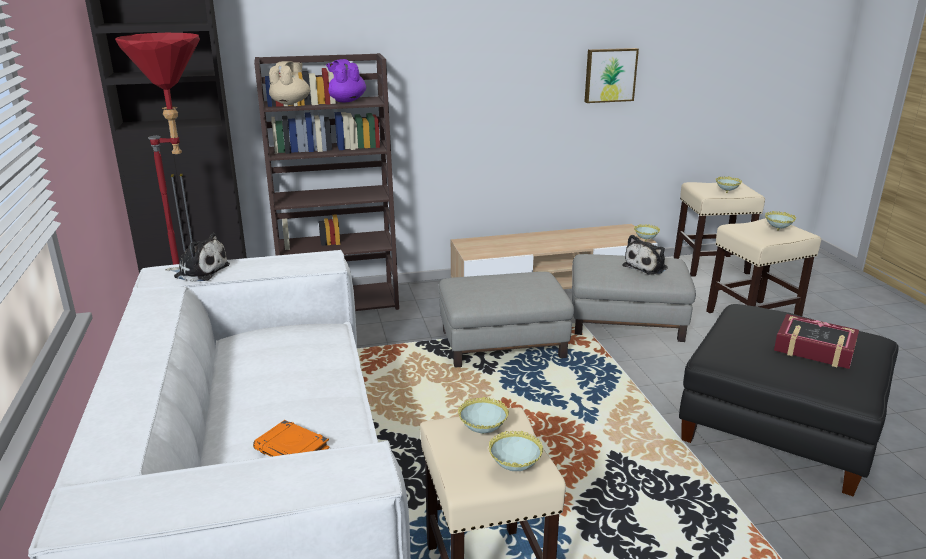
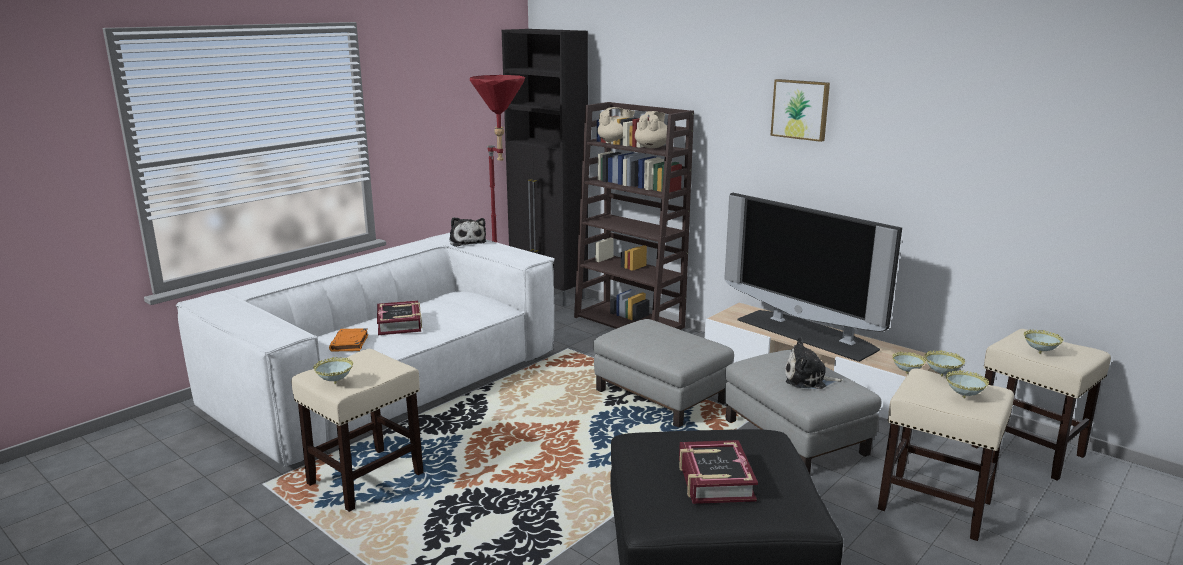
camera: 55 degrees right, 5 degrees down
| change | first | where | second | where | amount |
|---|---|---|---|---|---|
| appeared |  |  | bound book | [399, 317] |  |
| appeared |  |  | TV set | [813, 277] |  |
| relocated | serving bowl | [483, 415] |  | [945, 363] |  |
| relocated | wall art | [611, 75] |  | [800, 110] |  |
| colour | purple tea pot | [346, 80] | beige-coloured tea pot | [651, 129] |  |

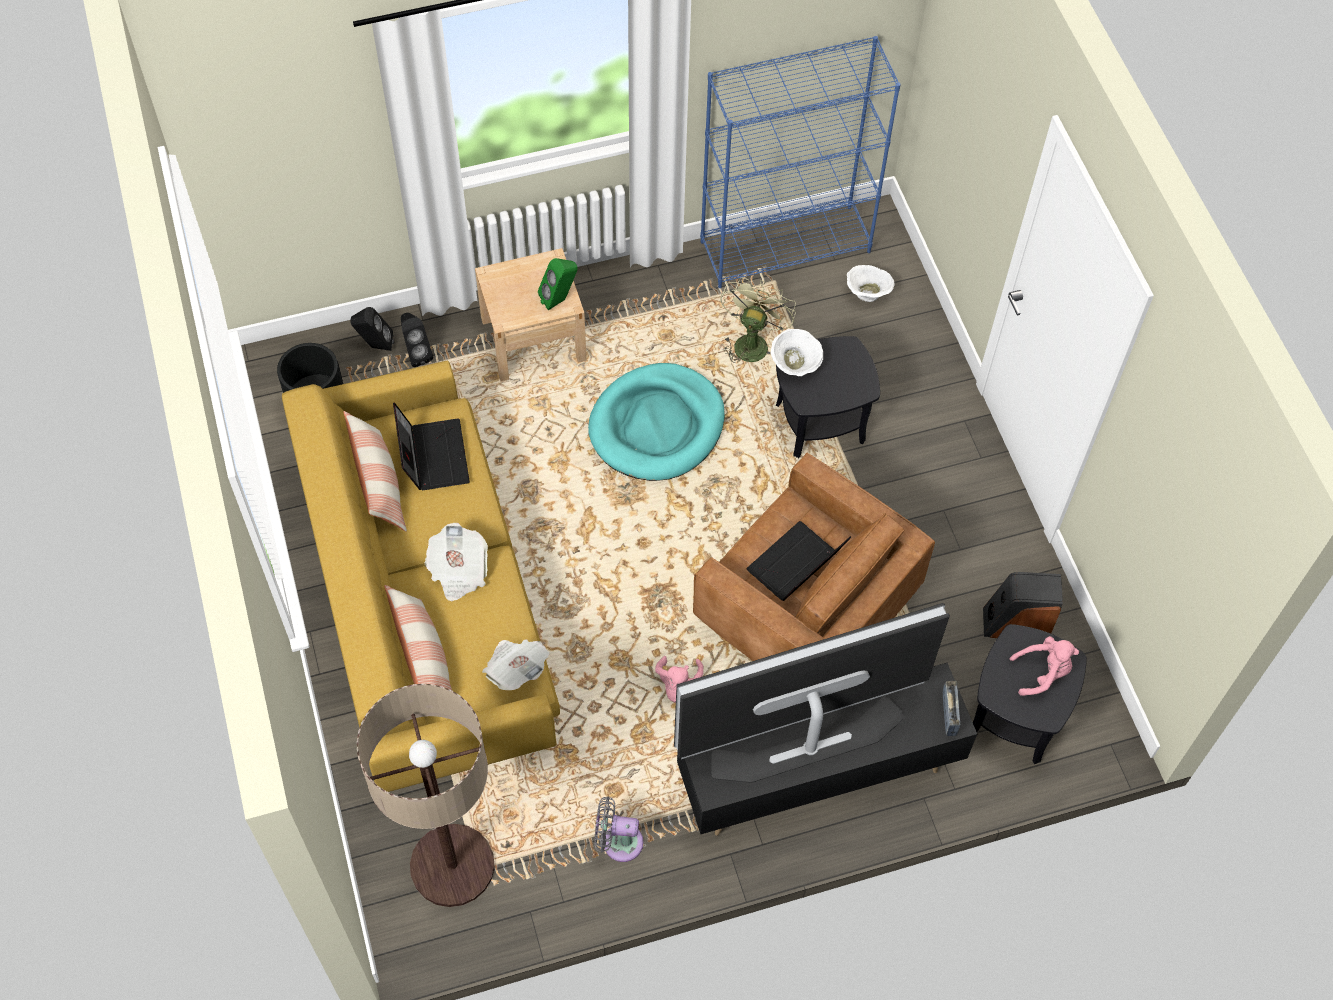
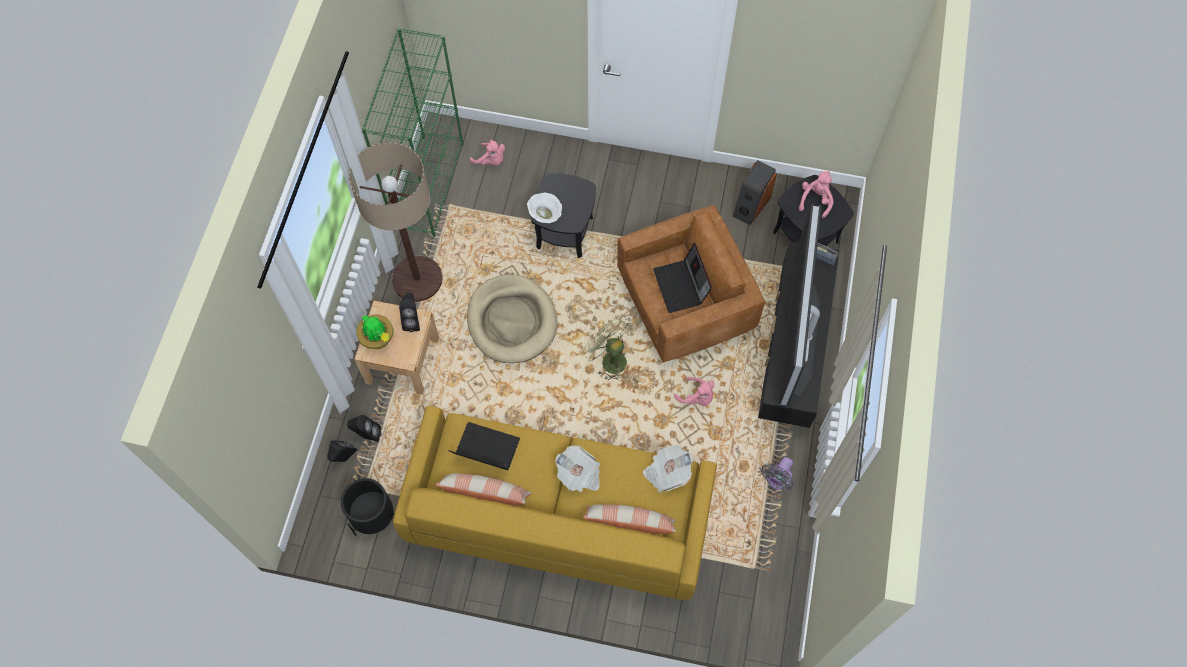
camera: 60 degrees left, 5 degrees up
| change | first | where | second | where | amount |
|---|---|---|---|---|---|
| appeared |  |  | potted plant | [374, 331] |  |
| relocated | floor lamp | [426, 795] |  | [396, 222] |  |
| relocated | green-coloured cooling fan | [758, 322] |  | [607, 348] |  |
| exchanged | white serving bowl | [870, 283] | pinkish soft toy | [487, 152] |  |
| colour | green-coloured audio speaker | [557, 284] | black audio speaker | [409, 312] |  |
| colour | blue-green dog bed | [656, 422] | beige-coloured dog bed | [512, 318] |  |
| colour | blue-coloured shelving unit | [800, 162] | green-coloured shelving unit | [413, 132] |  |

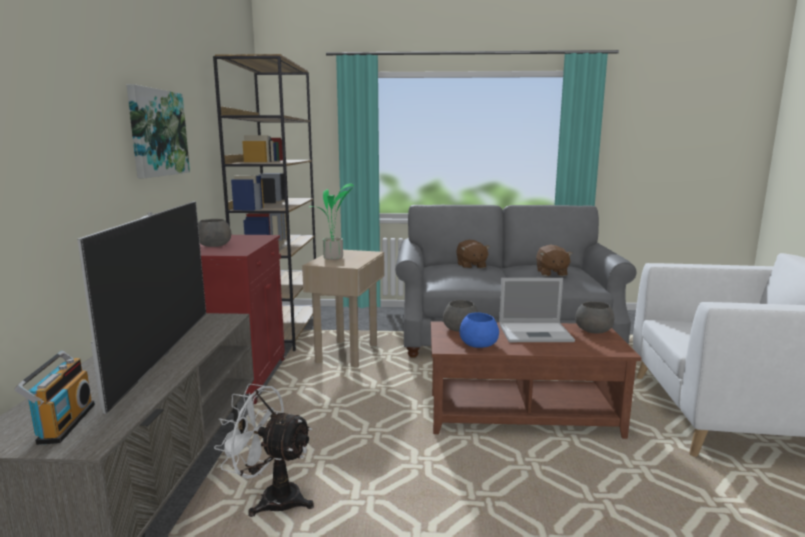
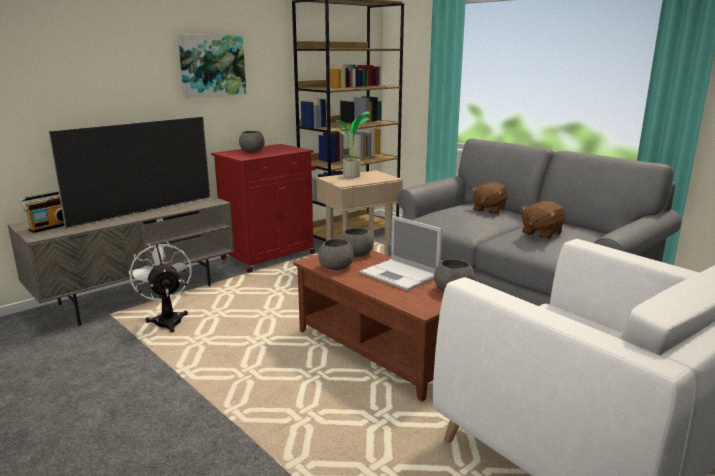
camera: 45 degrees right, 5 degrees up
| change | first | where | second | where | amount |
|---|---|---|---|---|---|
| colour | blue-coloured serving bowl | [479, 330] | grey serving bowl | [336, 254] |  |

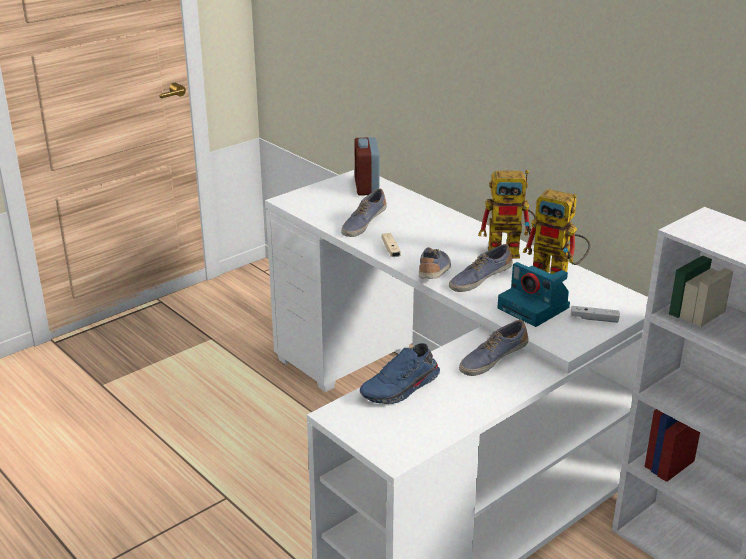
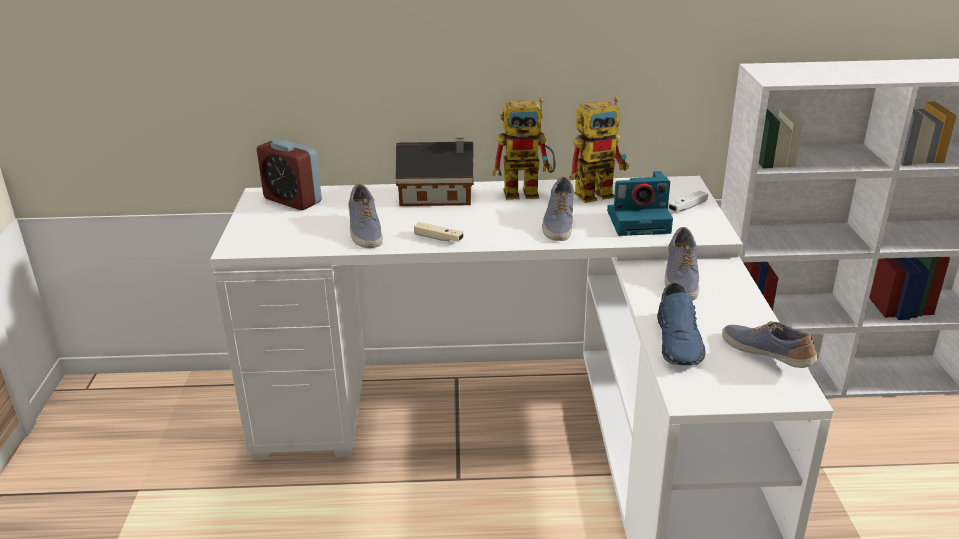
camera: 50 degrees left, 0 degrees up
| change | first | where | second | where | amount |
|---|---|---|---|---|---|
| appeared |  |  | toy house | [435, 172] |  |
| relocated | item of footwear | [435, 263] |  | [769, 344] |  |
| spun | robot figure | [507, 214] |  | [524, 149] | 45 degrees clockwise |

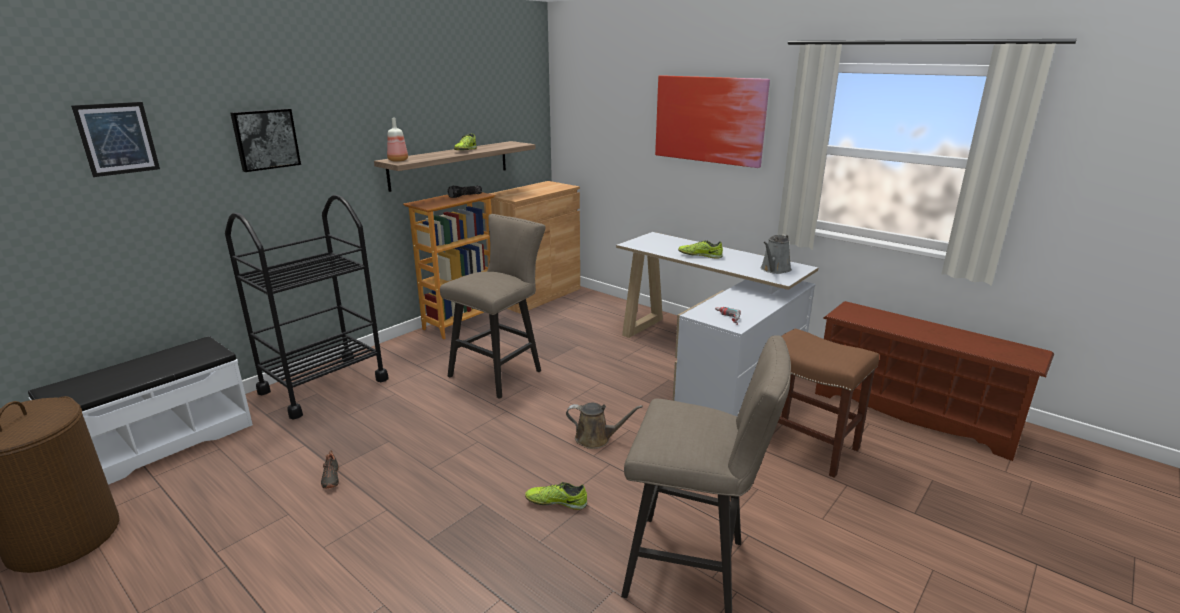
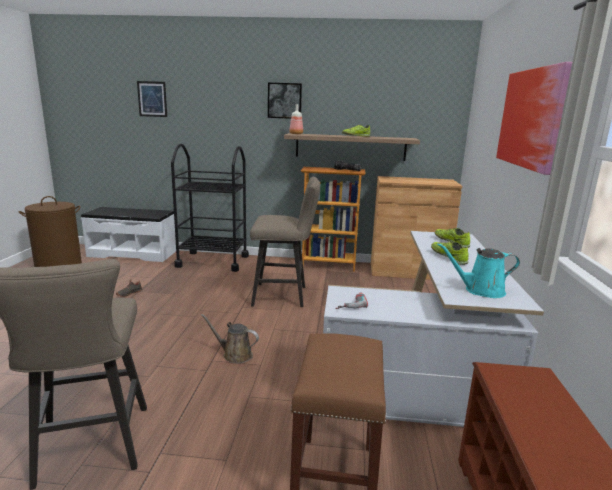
camera: 55 degrees right, 5 degrees down
| change | first | where | second | where | amount |
|---|---|---|---|---|---|
| relocated | wall art | [265, 140] |  | [285, 101] |  |
| relocated | item of footwear | [556, 496] |  | [452, 238] |  |
| colour | grey watering can | [776, 254] | blue-green watering can | [478, 270] |  |
| spun | brown-coloured watering can | [604, 426] |  | [230, 339] | 135 degrees clockwise |

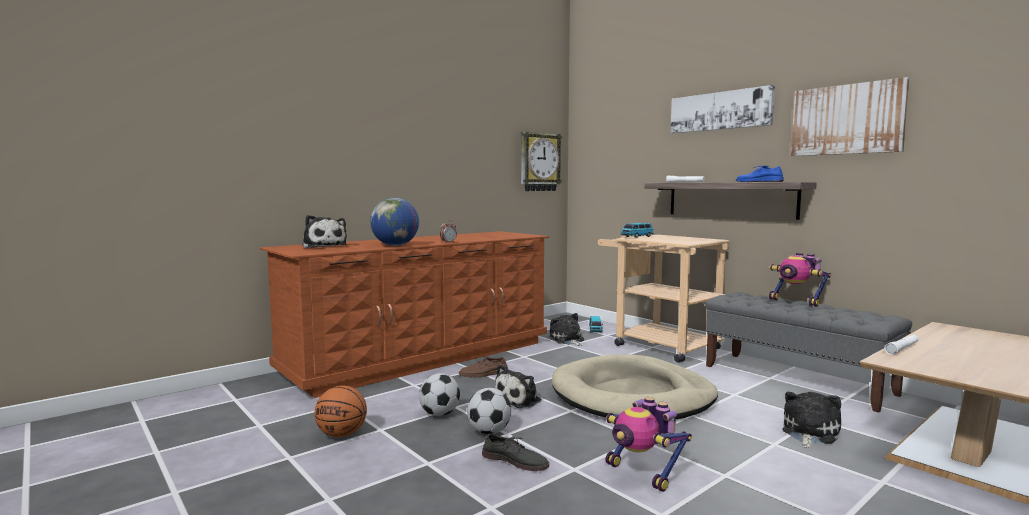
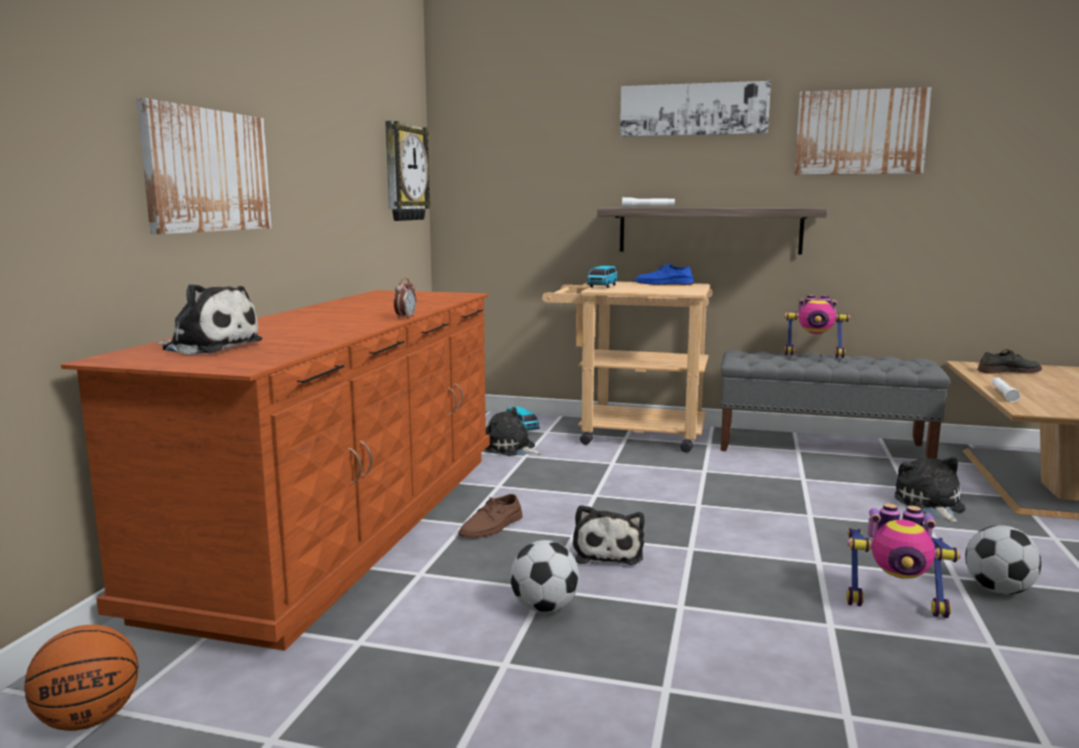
camera: 35 degrees left, 5 degrees up
| change | first | where | second | where | amount |
|---|---|---|---|---|---|
| missing | world globe | [394, 222] |  |  |  |
| missing | beige-coloured dog bed | [635, 387] |  |  |  |
| appeared |  |  | wall art | [203, 166] |  |
| relocated | basketball ball | [341, 411] |  | [81, 678] |  |
| relocated | football | [489, 411] |  | [1003, 560] |  |
| relocated | grey item of footwear | [515, 452] |  | [1009, 361] |  |
| relocated | blue-coloured item of footwear | [760, 173] |  | [664, 274] |  |

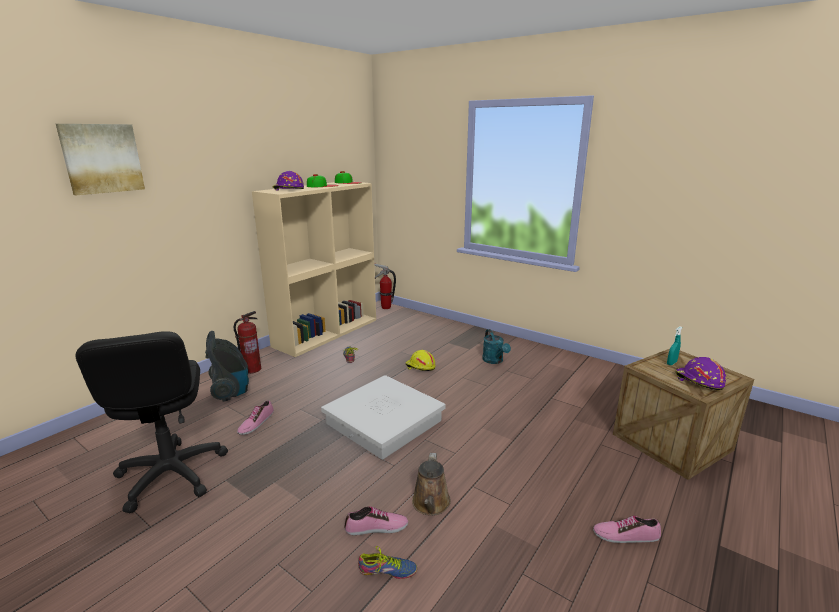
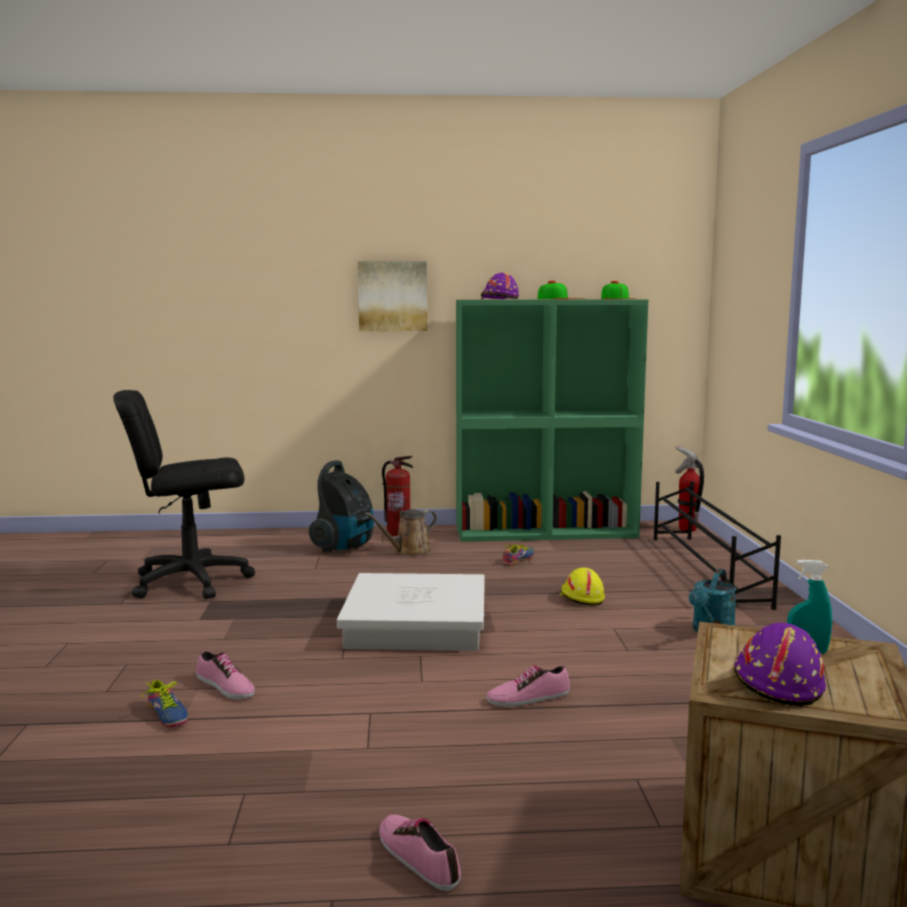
camera: 50 degrees right, 10 degrees down
| change | first | where | second | where | amount |
|---|---|---|---|---|---|
| appeared |  |  | black shoe stand | [717, 545] |  |
| relocated | wall art | [100, 159] |  | [392, 296] |  |
| relocated | item of footwear | [255, 417] |  | [528, 686] |  |
| relocated | brown-coloured watering can | [431, 484] |  | [401, 532] |  |
| colour | beige-coloured shelving unit | [314, 269] | green-coloured shelving unit | [552, 420] |  |
| spun | black office chair | [151, 422] |  | [184, 494] | 45 degrees clockwise |

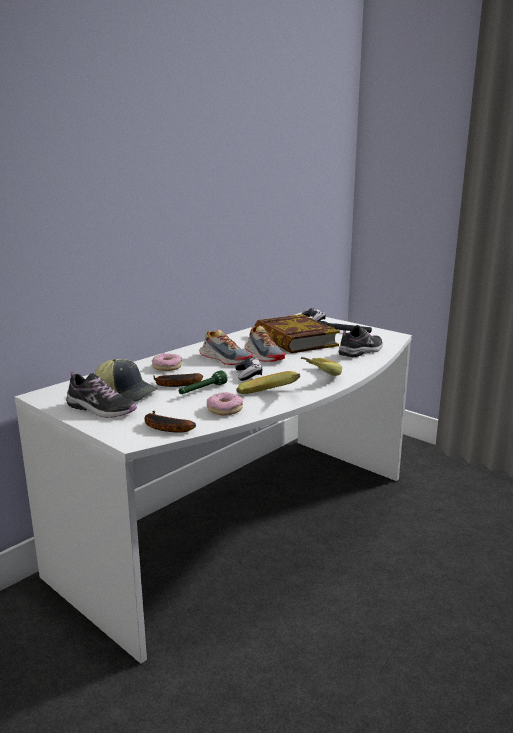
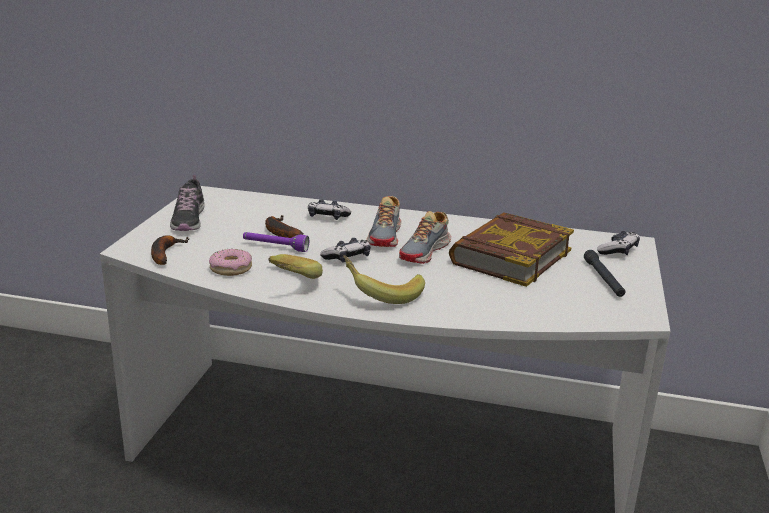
camera: 60 degrees right, 5 degrees up
| change | first | where | second | where | amount |
|---|---|---|---|---|---|
| missing | peaked cap | [126, 380] |  |  |  |
| missing | item of footwear | [361, 341] |  |  |  |
| exchanged | donut | [167, 362] | game controller | [329, 209] |  |
| colour | green-coloured hand torch | [203, 382] | purple hand torch | [276, 242] |  |

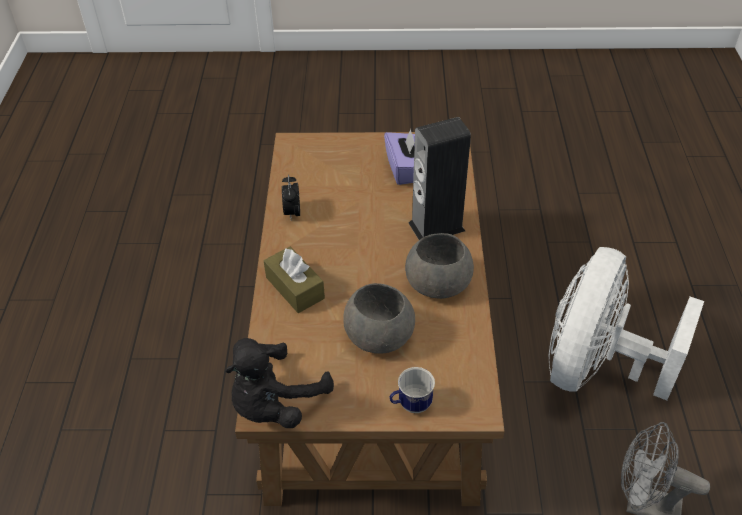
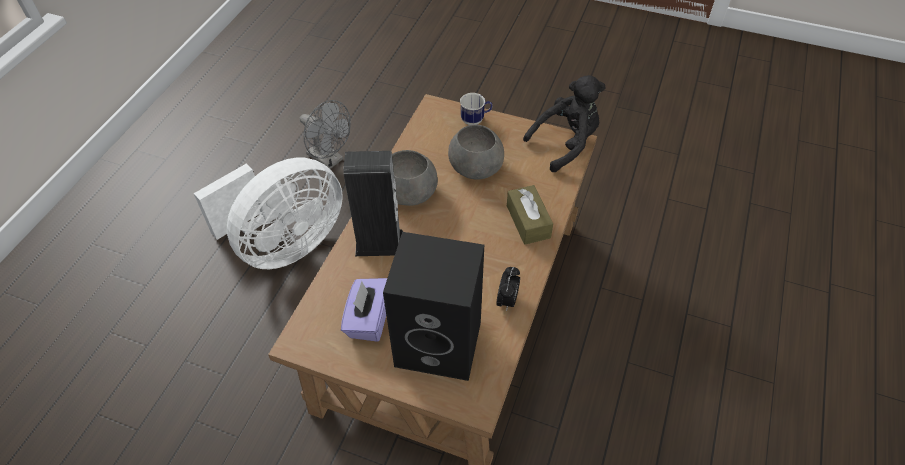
camera: 160 degrees left, 5 degrees up
| change | first | where | second | where | amount |
|---|---|---|---|---|---|
| appeared |  |  | black audio speaker | [433, 306] |  |

